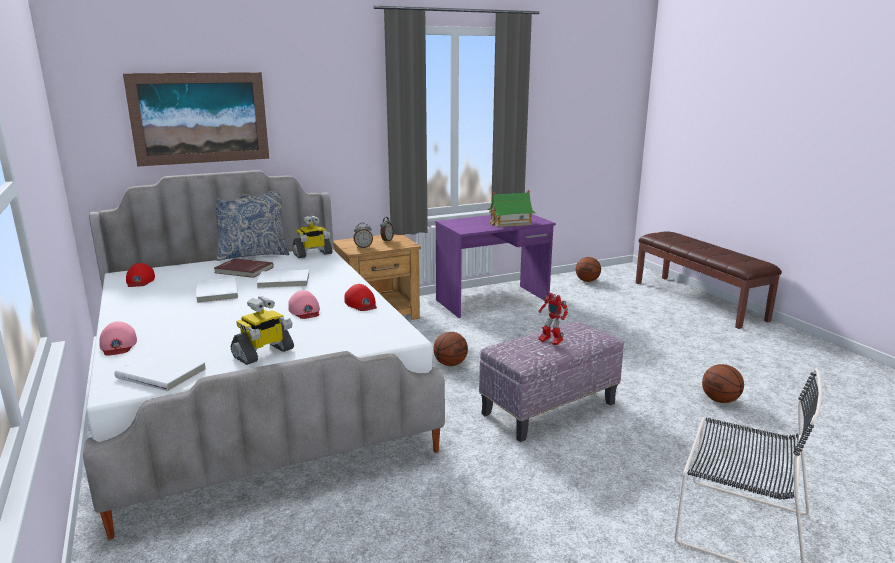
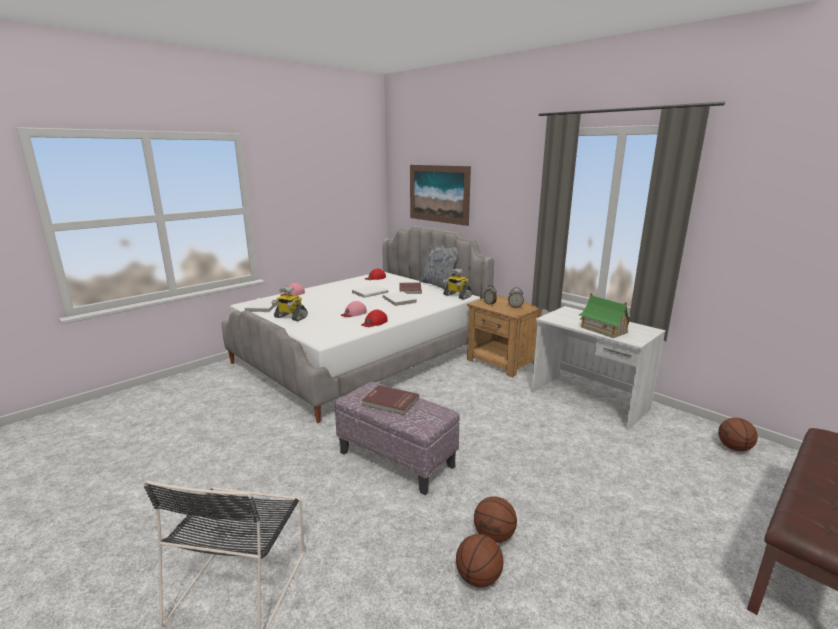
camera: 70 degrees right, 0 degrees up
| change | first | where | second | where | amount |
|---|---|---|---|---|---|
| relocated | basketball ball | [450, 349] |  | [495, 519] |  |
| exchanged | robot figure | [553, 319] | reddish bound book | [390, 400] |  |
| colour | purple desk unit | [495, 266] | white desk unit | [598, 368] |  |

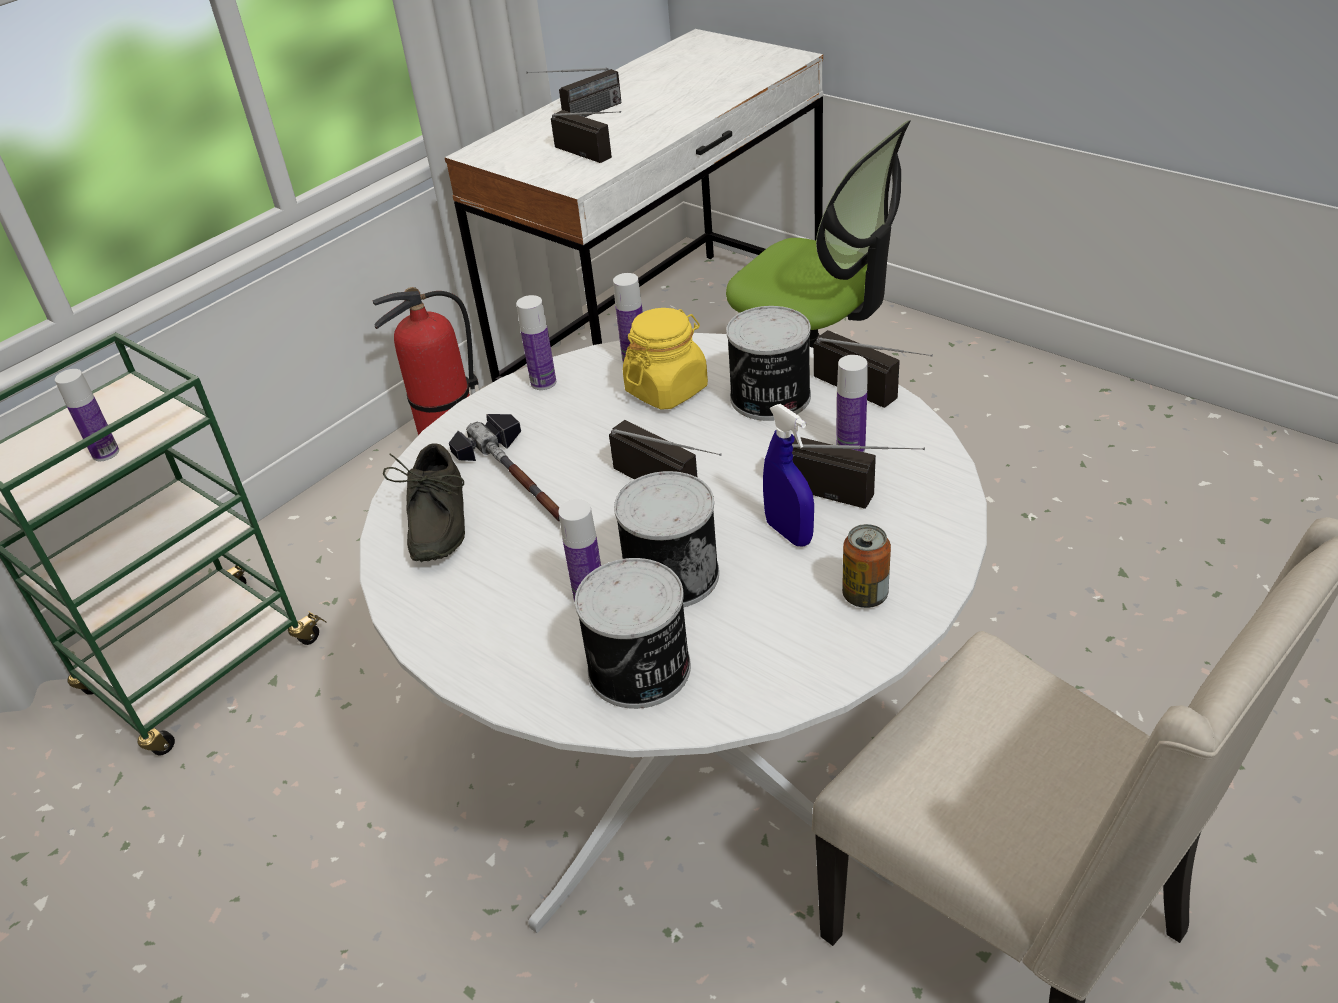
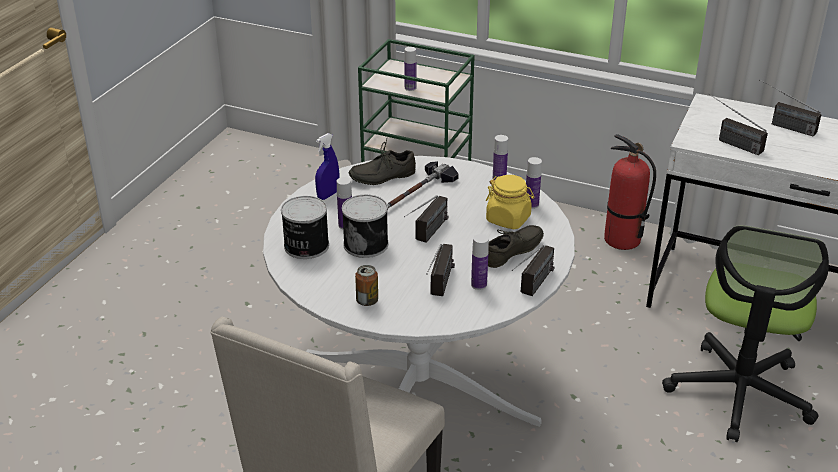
camera: 70 degrees right, 5 degrees down
| change | first | where | second | where | amount |
|---|---|---|---|---|---|
| relocated | blue-coloured hand sprayer | [788, 475] |  | [327, 166] |  |
| exchanged | sealed can | [768, 363] | grey item of footwear | [516, 246] |  |
| spun | radio set | [586, 136] |  | [738, 124] | 105 degrees clockwise |

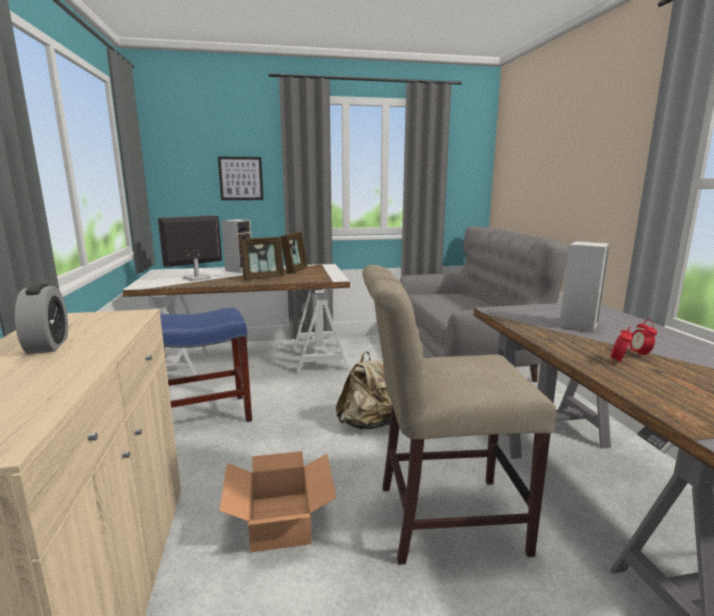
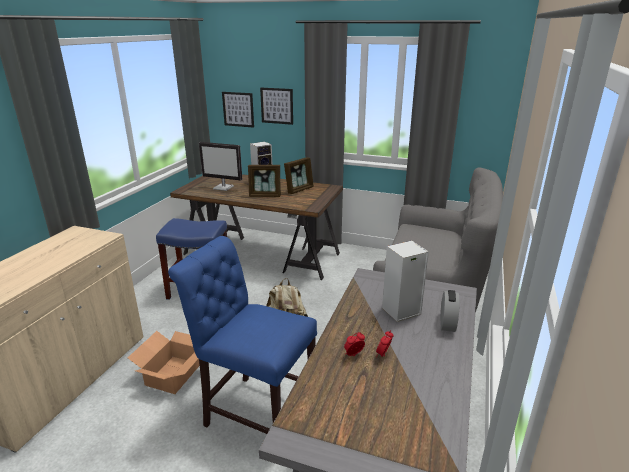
camera: 30 degrees right, 10 degrees up
| change | first | where | second | where | amount |
|---|---|---|---|---|---|
| appeared |  |  | wall art | [238, 110] |  |
| relocated | alarm clock | [41, 319] |  | [450, 311] |  |
| colour | white desk unit | [236, 323] | brown-coloured desk unit | [256, 227] |  |
| colour | beige-coloured chair | [459, 415] | blue-coloured chair | [242, 335] |  |
| spun | monitor | [190, 248] |  | [220, 166] | 150 degrees counterclockwise |

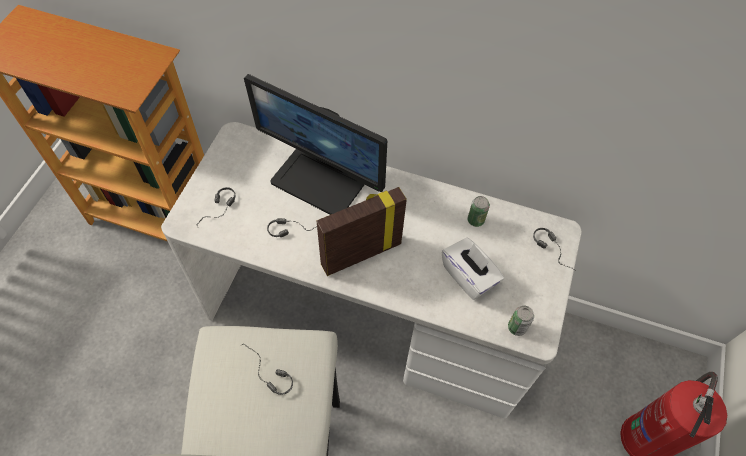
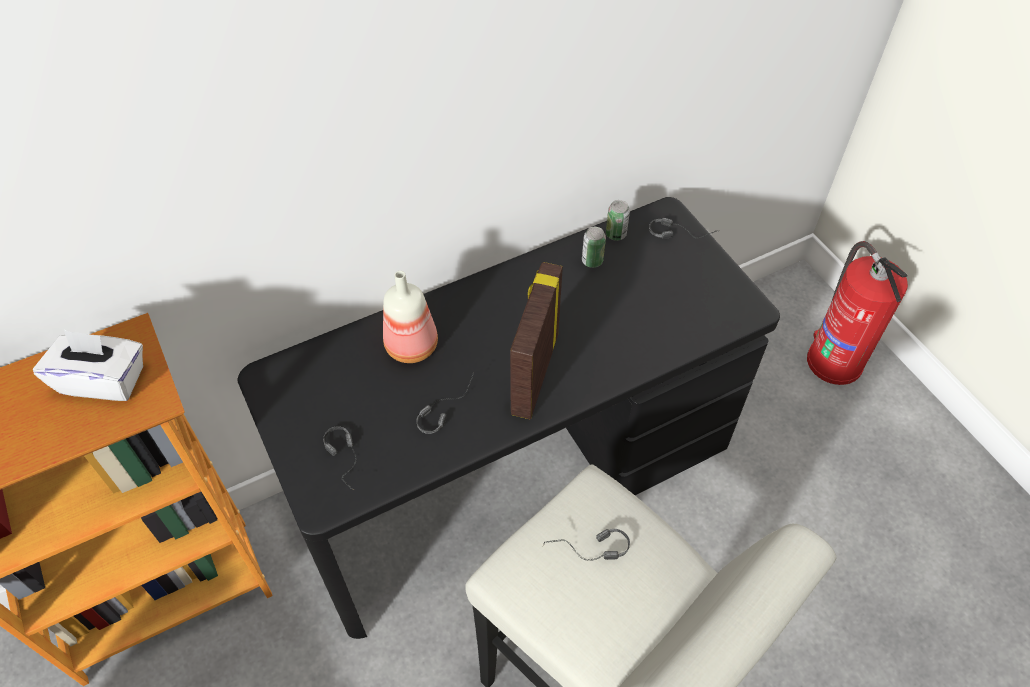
camera: 45 degrees left, 5 degrees down
| change | first | where | second | where | amount |
|---|---|---|---|---|---|
| relocated | white tissue box | [473, 269] |  | [88, 365] |  |
| relocated | sealed can | [521, 321] |  | [618, 220] |  |
| exchanged | monitor | [315, 144] | drink bottle | [410, 317] |  |
| colour | white desk unit | [371, 270] | black desk unit | [508, 418] |  |

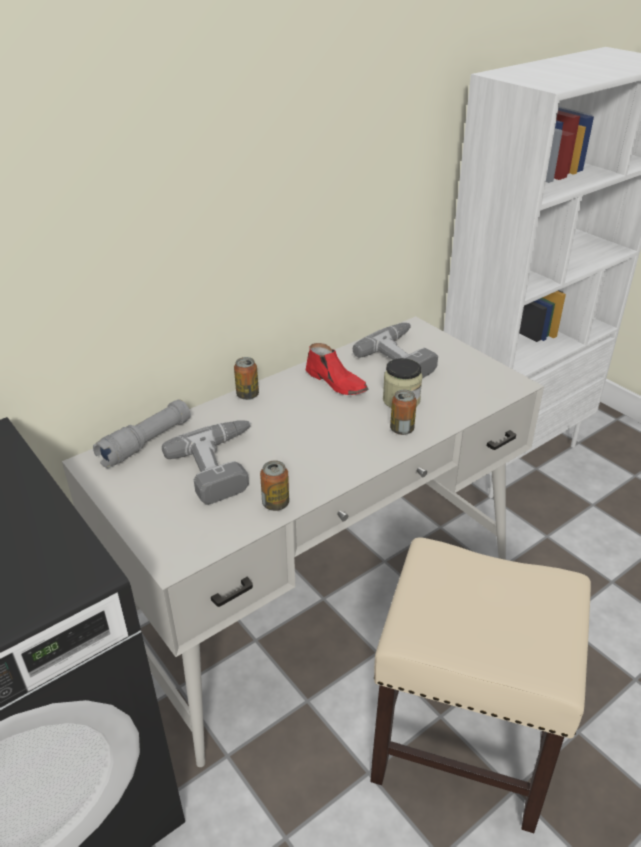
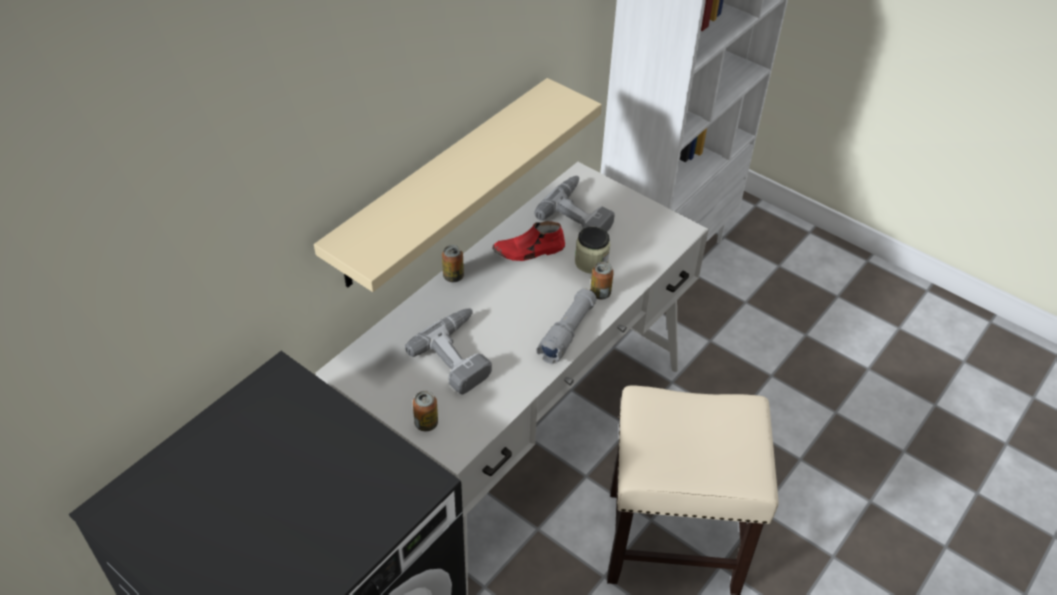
camera: 15 degrees left, 10 degrees up
| change | first | where | second | where | amount |
|---|---|---|---|---|---|
| appeared |  |  | beige-coloured wall shelf | [458, 185] |  |
| relocated | grey hand torch | [142, 433] |  | [566, 326] |  |
| relocated | sealed can | [274, 485] |  | [425, 411] |  |
| spun | reddish item of footwear | [337, 369] |  | [529, 241] | 135 degrees clockwise |

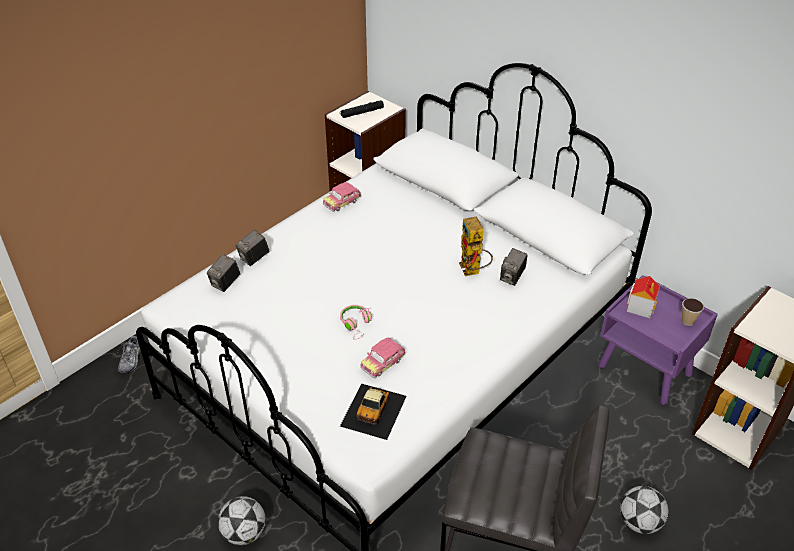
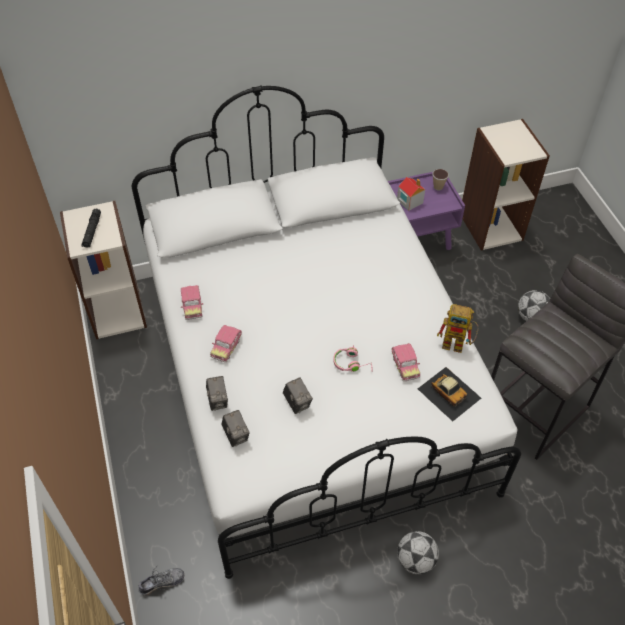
camera: 60 degrees left, 10 degrees up
| change | first | where | second | where | amount |
|---|---|---|---|---|---|
| appeared |  |  | miniature car | [226, 343] |  |
| relocated | robot figure | [476, 246] |  | [457, 328] |  |
| relocated | still camera | [513, 267] |  | [298, 395] |  |
| spun | item of footwear | [129, 354] |  | [161, 580] | 60 degrees counterclockwise |

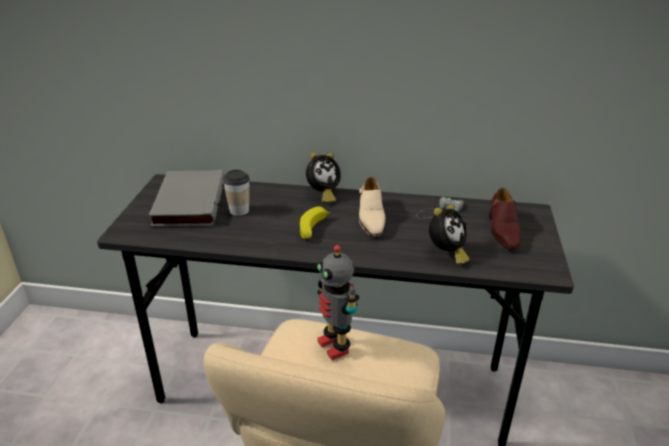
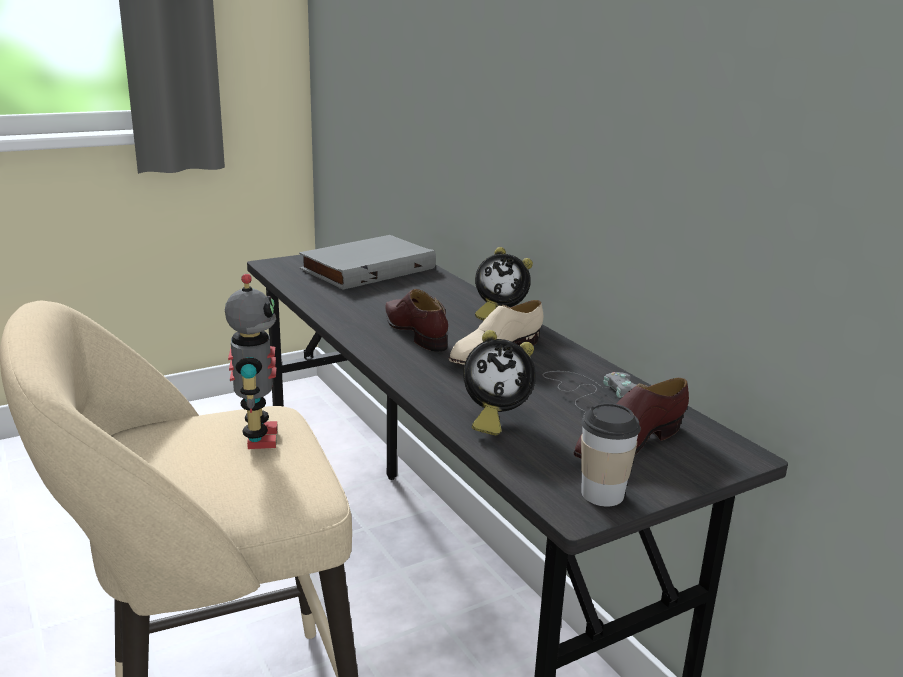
camera: 50 degrees right, 10 degrees down
| change | first | where | second | where | amount |
|---|---|---|---|---|---|
| relocated | small cup | [236, 193] |  | [611, 455] |  |
| exchanged | banana | [315, 222] | brown-coloured item of footwear | [416, 320] |  |
| spun | robot figure | [338, 302] |  | [251, 361] | 150 degrees clockwise |

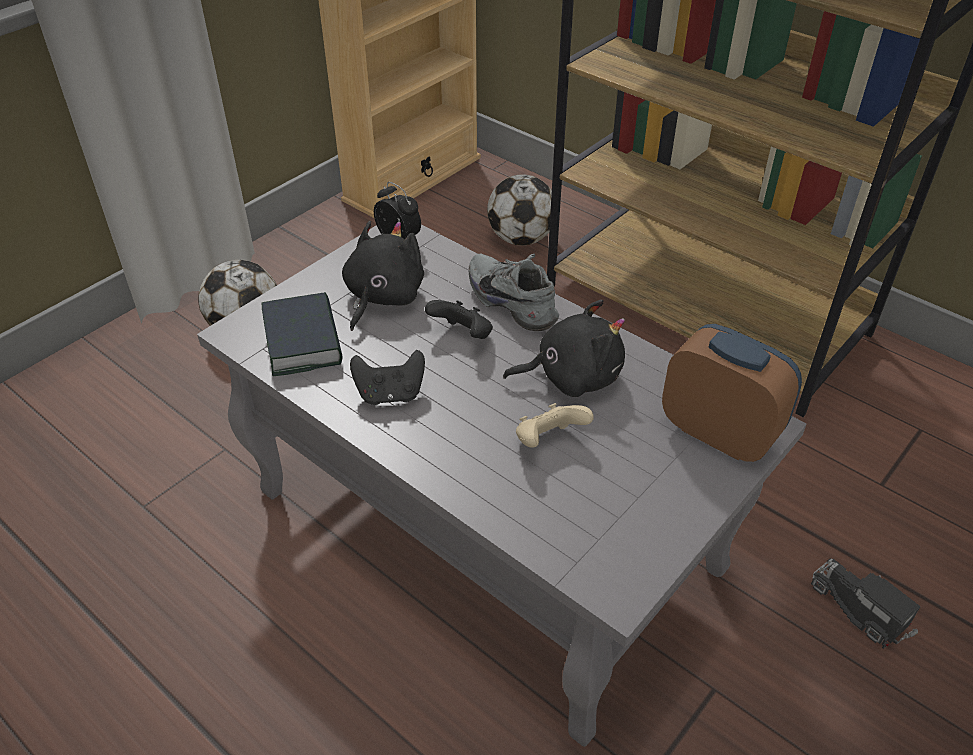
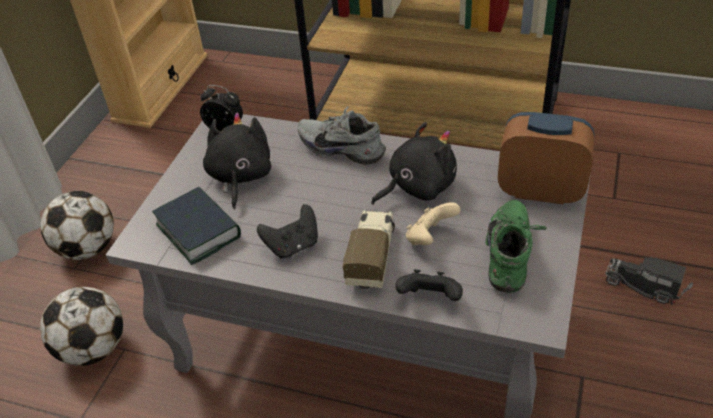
camera: 20 degrees left, 0 degrees up
| change | first | where | second | where | amount |
|---|---|---|---|---|---|
| appeared |  |  | model truck | [369, 250] |  |
| appeared |  |  | green-coloured item of footwear | [516, 246] |  |
| relocated | black game controller | [459, 319] |  | [429, 285] |  |
| relocated | football | [519, 210] |  | [81, 326] |  |

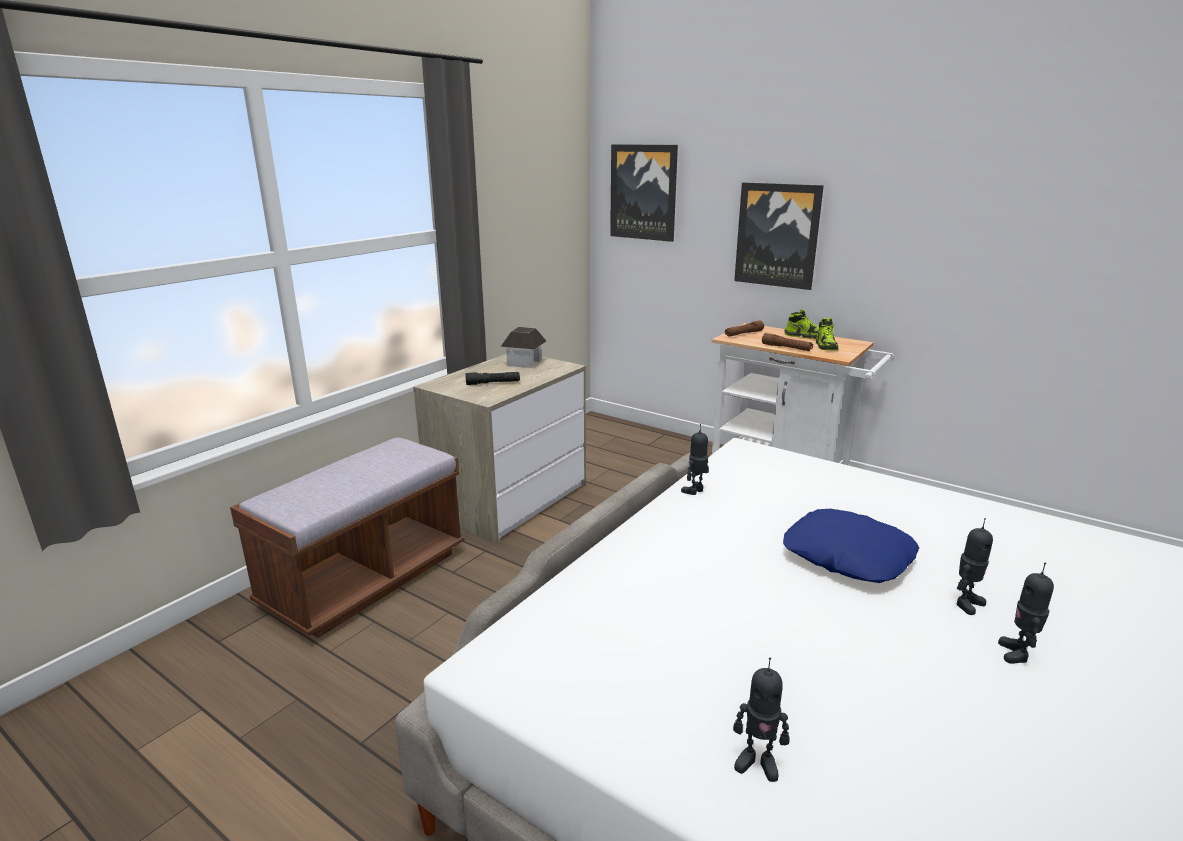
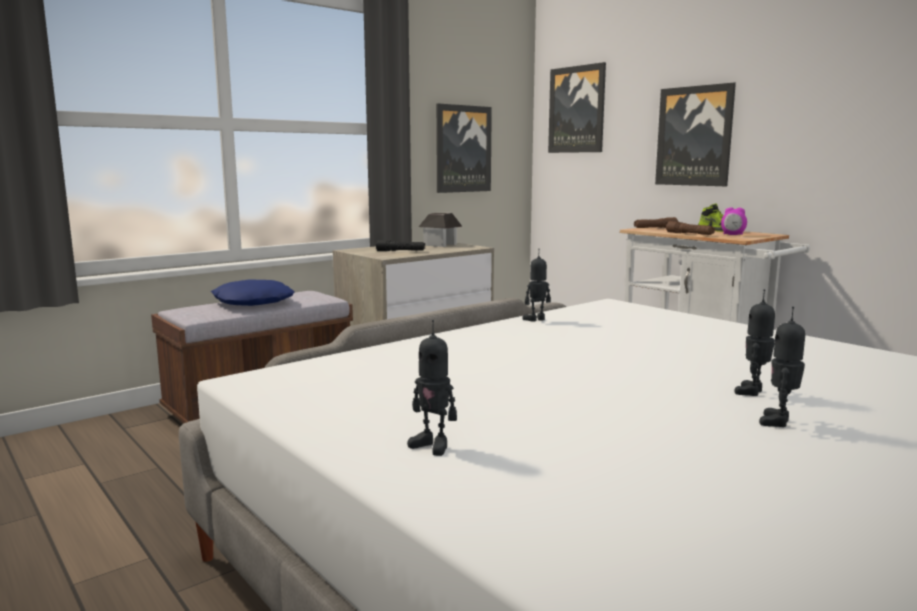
camera: 15 degrees right, 10 degrees down
| change | first | where | second | where | amount |
|---|---|---|---|---|---|
| appeared |  |  | wall art | [464, 148] |  |
| relocated | blue-coloured cushion | [851, 546] |  | [253, 292] |  |
| exchanged | item of footwear | [827, 334] | alarm clock | [734, 221] |  |
| spun | robot figure | [975, 566] |  | [754, 342] | 150 degrees clockwise |

